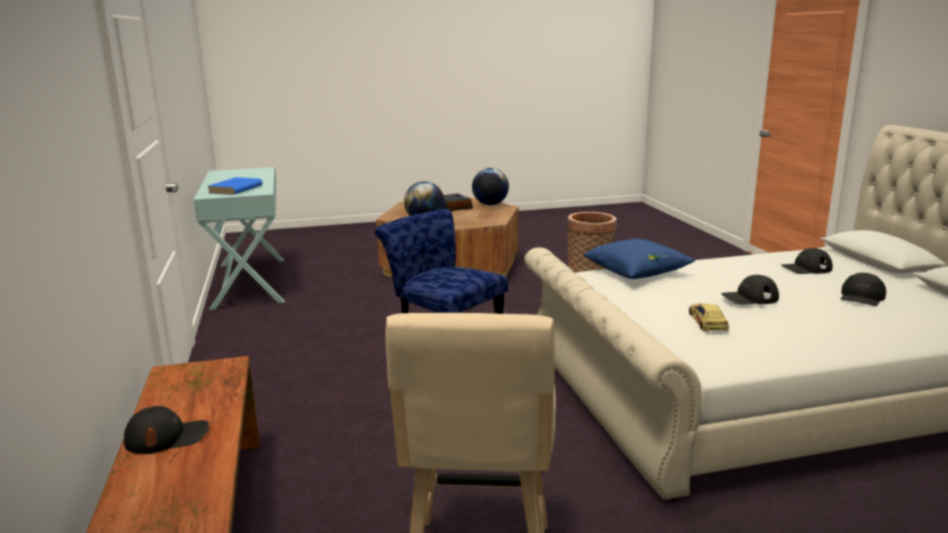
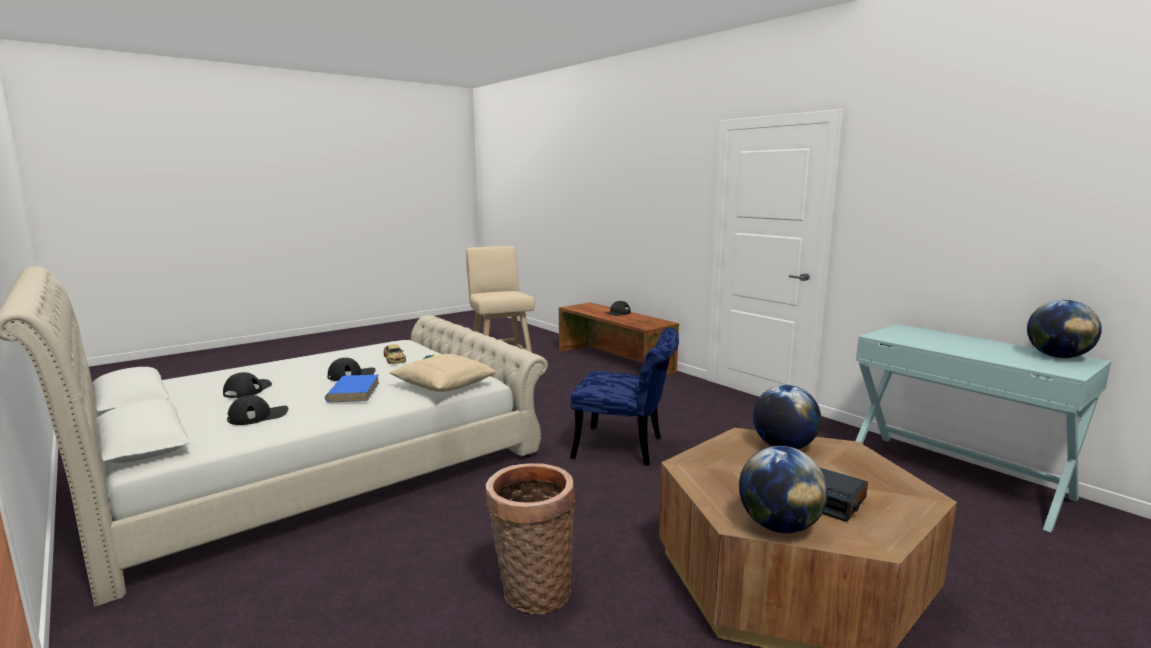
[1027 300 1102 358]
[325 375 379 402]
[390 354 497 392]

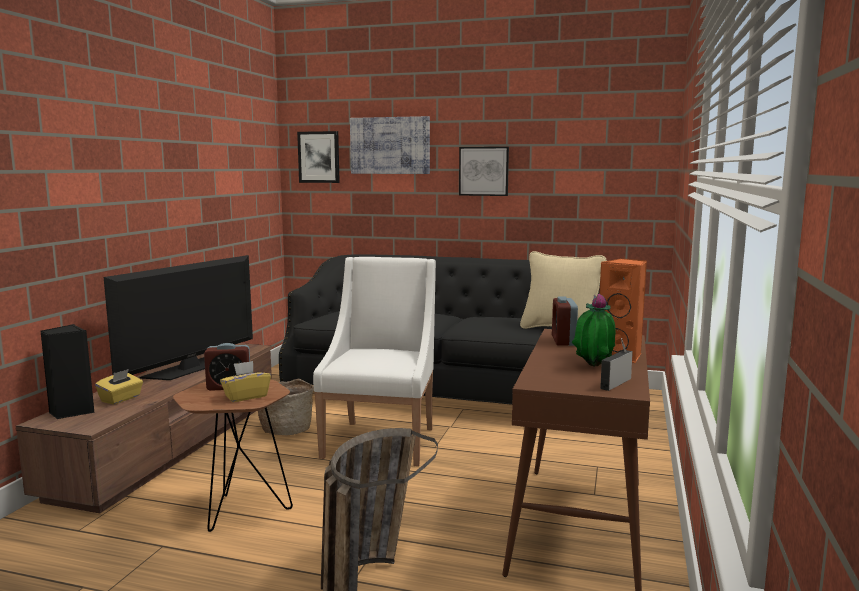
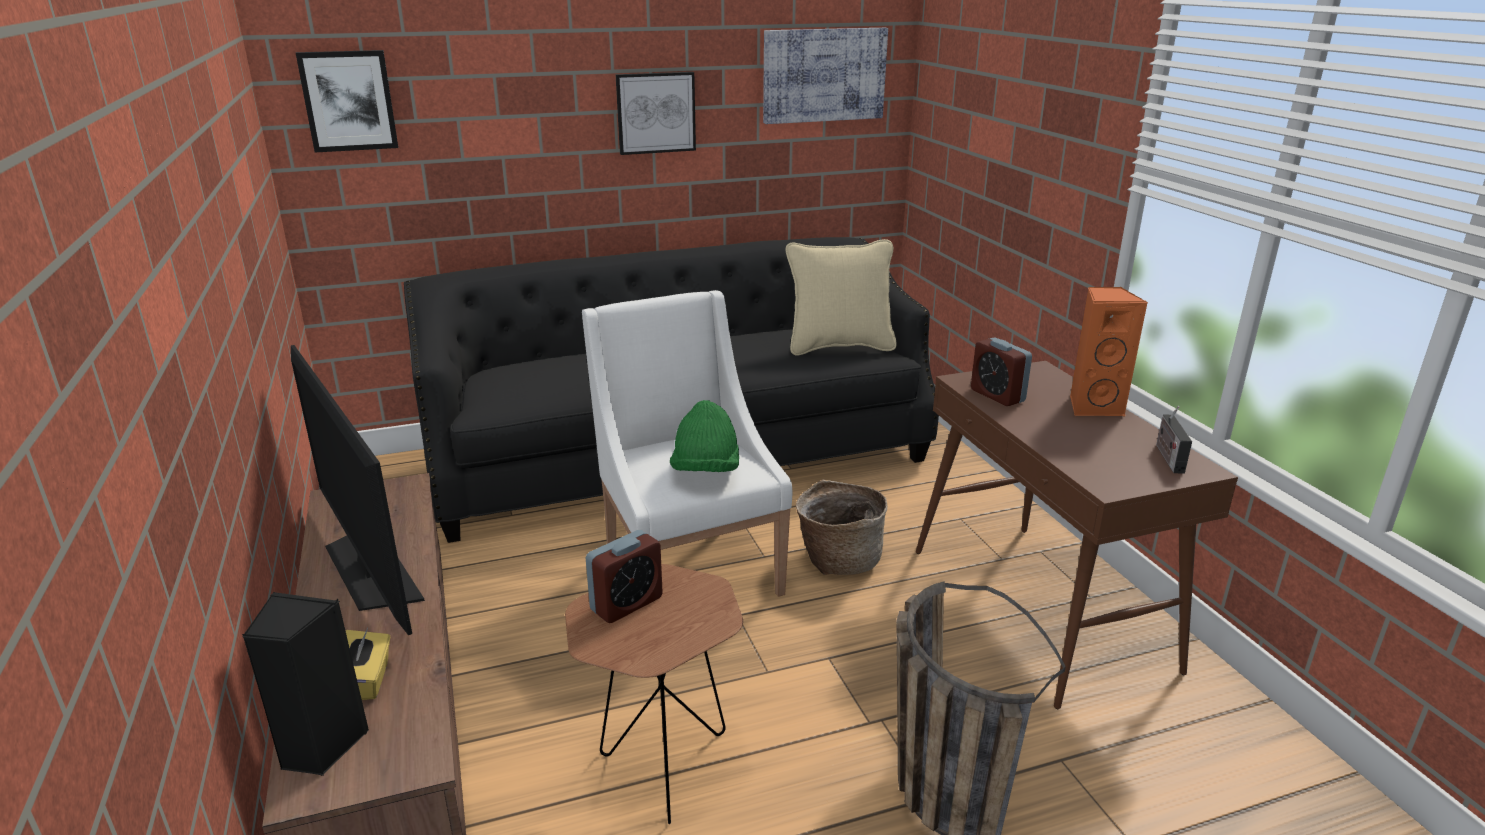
[220 361 271 402] (first image)
[572 294 616 367] (first image)
[670 400 739 472]
[796 480 888 575]
[763 28 888 124]
[291 345 425 635]

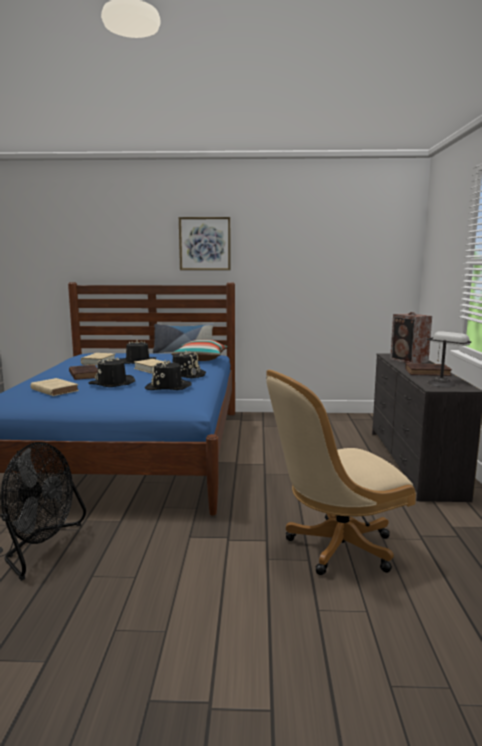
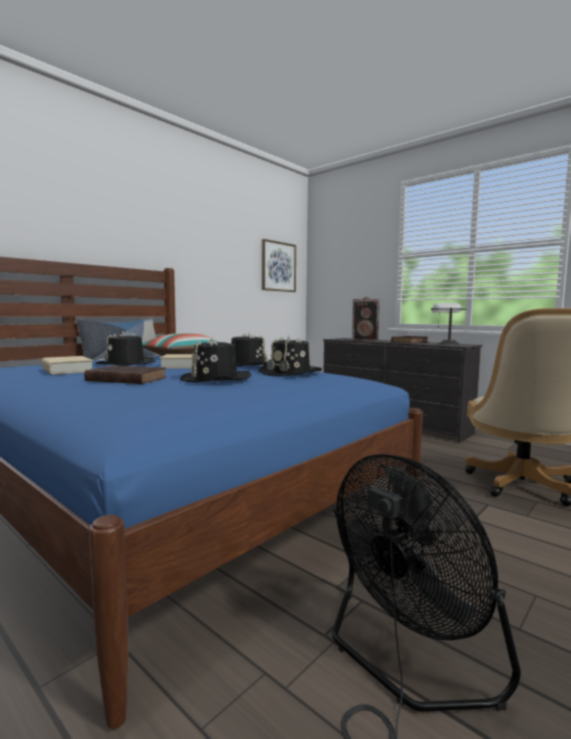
[30 378 79 396] (first image)
[262 239 296 292]

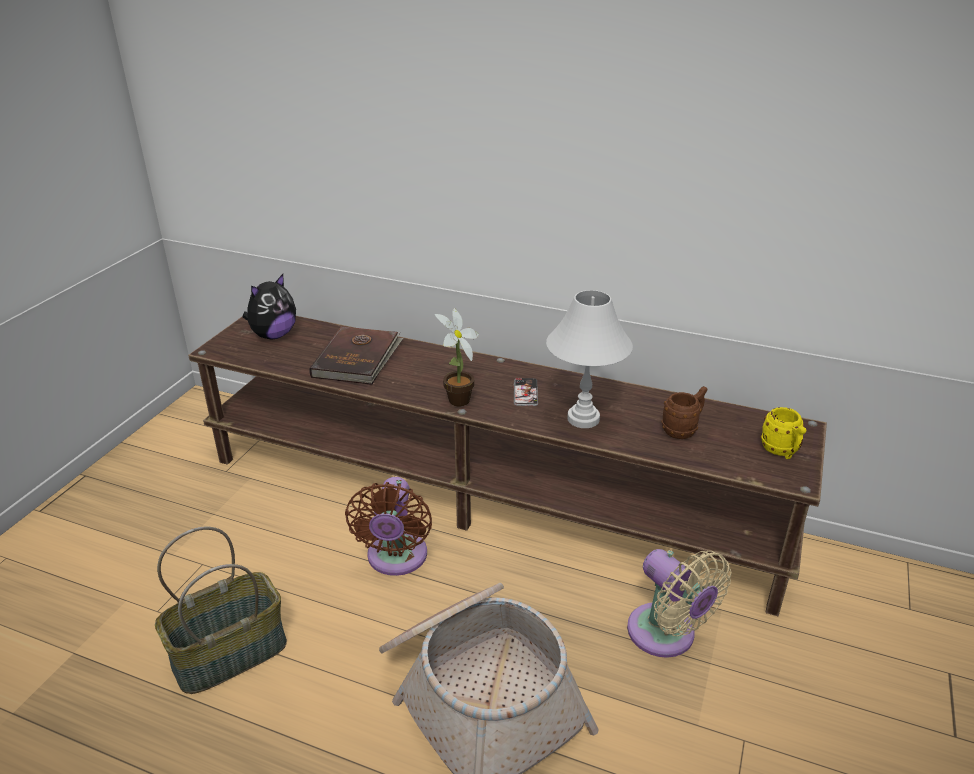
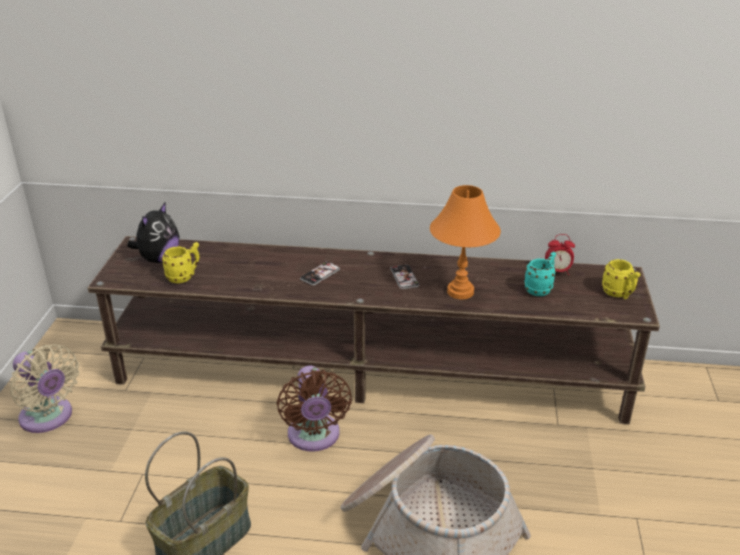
[309 326 404 385] (first image)
[435 308 479 406] (first image)
[162 242 200 284]
[300 261 340 286]
[545 234 575 275]
[10 344 79 433]
[430 185 501 299]
[524 252 556 296]

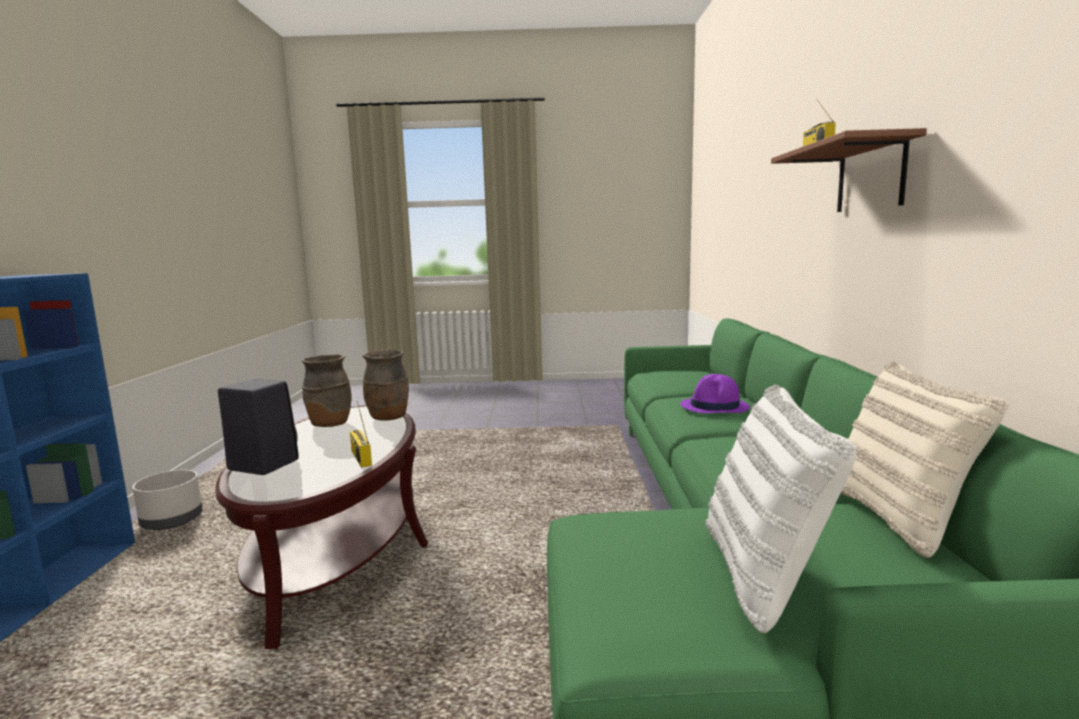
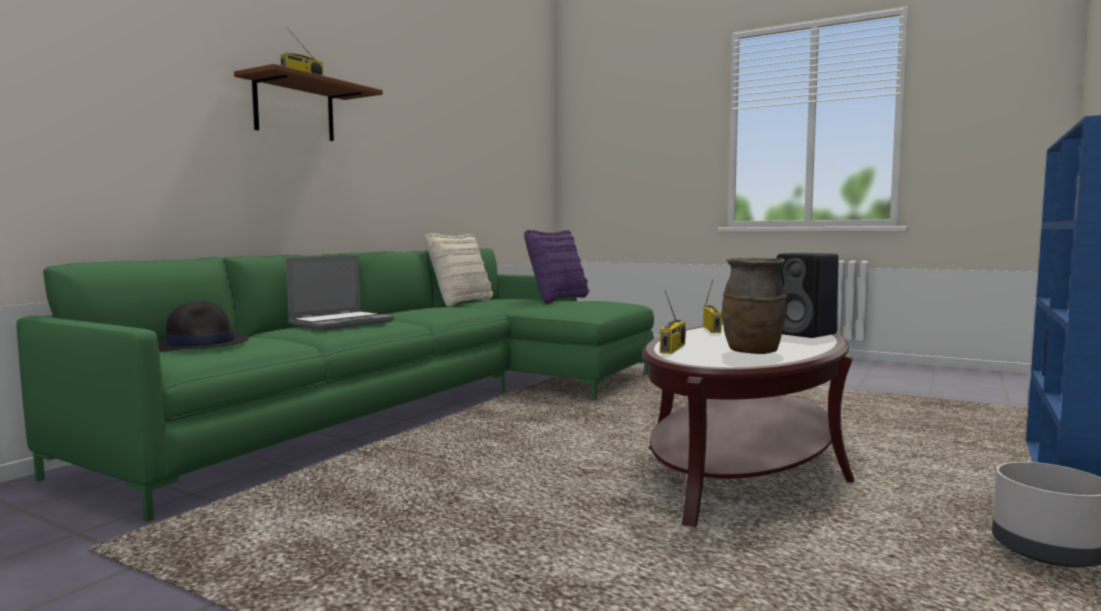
[158 301 249 352]
[660 290 686 354]
[286 255 395 330]
[524 229 589 304]

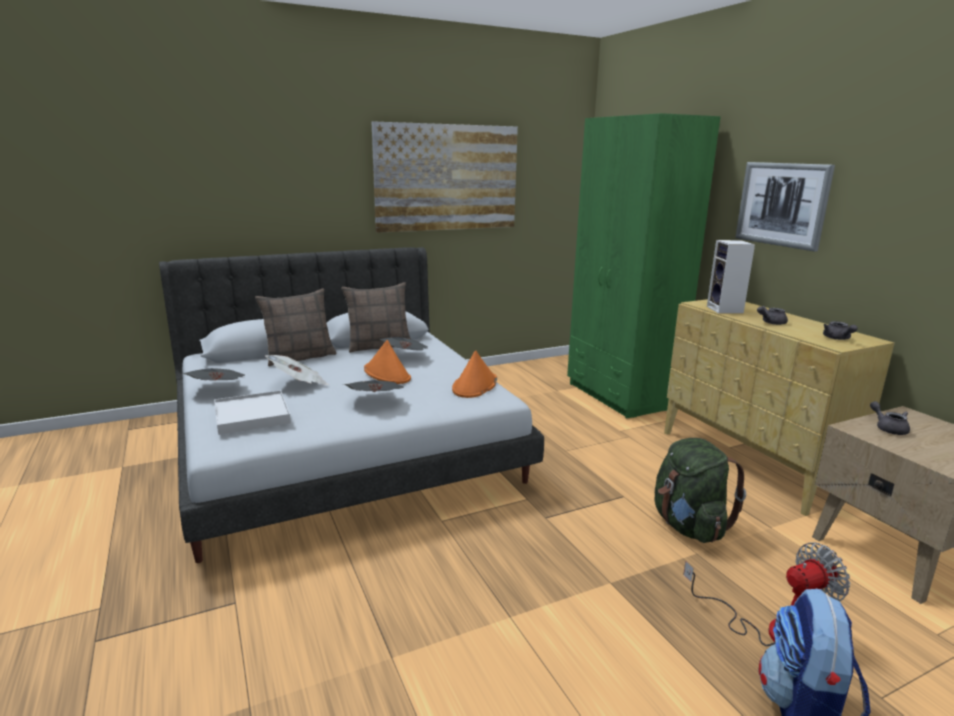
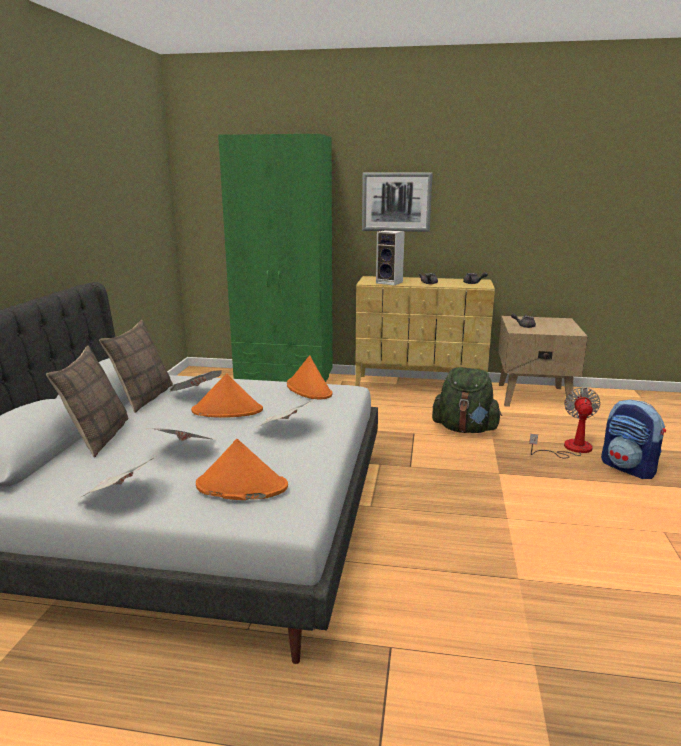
[372 121 518 233] (first image)
[196 439 288 500]

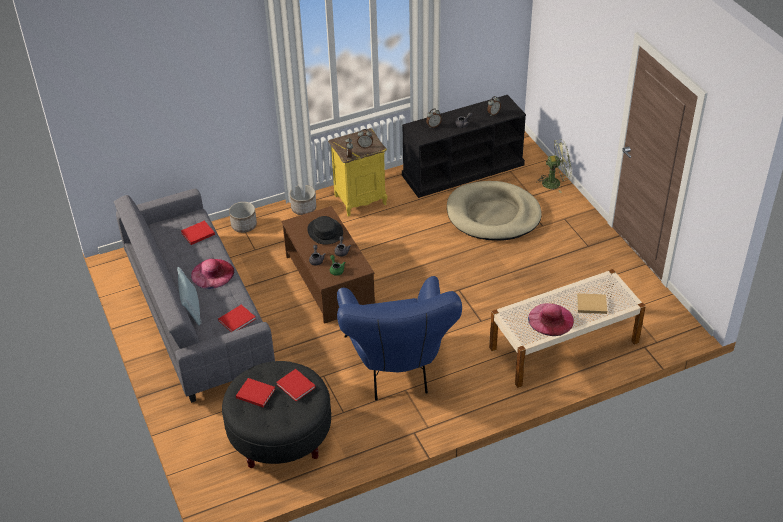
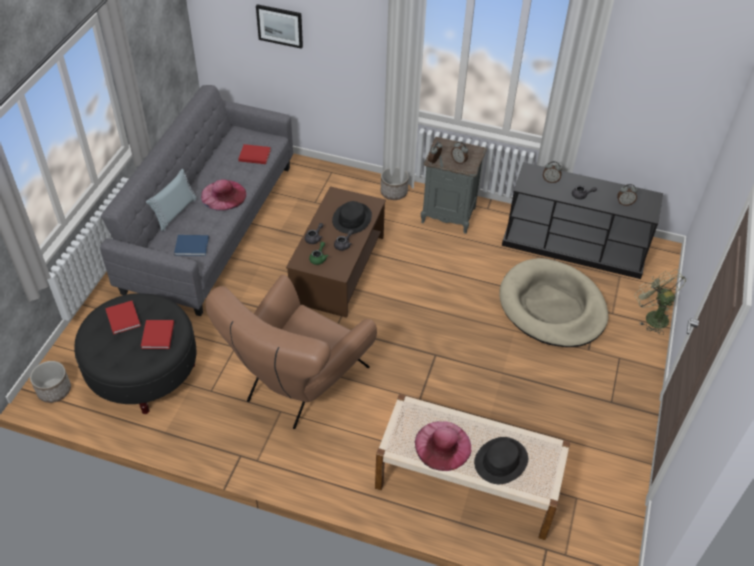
[256 4 303 49]
[30 361 71 403]
[474 437 528 484]
[174 235 209 256]
[421 137 487 234]
[206 275 377 429]
[635 269 686 335]

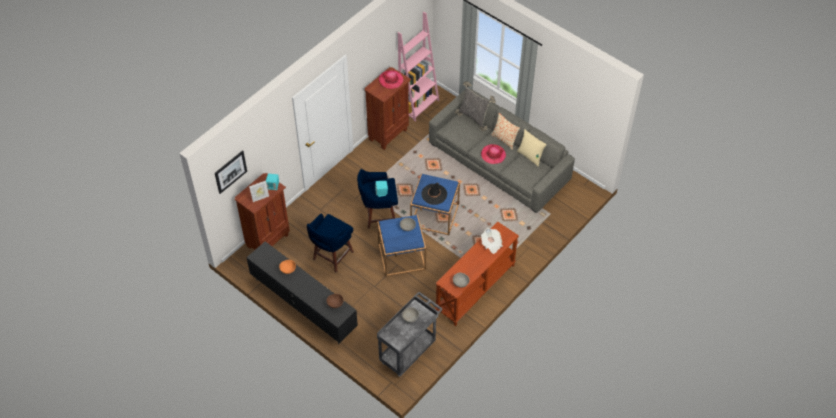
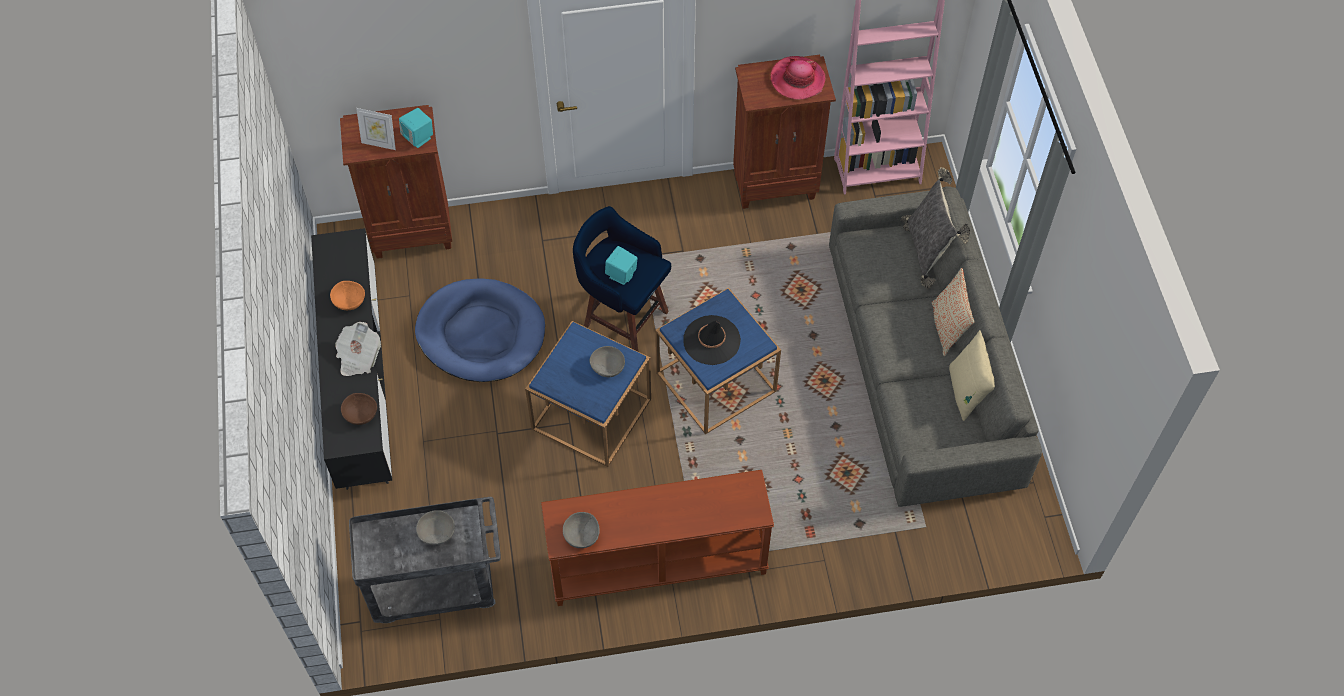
[215 150 247 194] (first image)
[481 144 506 164] (first image)
[335 322 381 376]
[415 278 545 382]

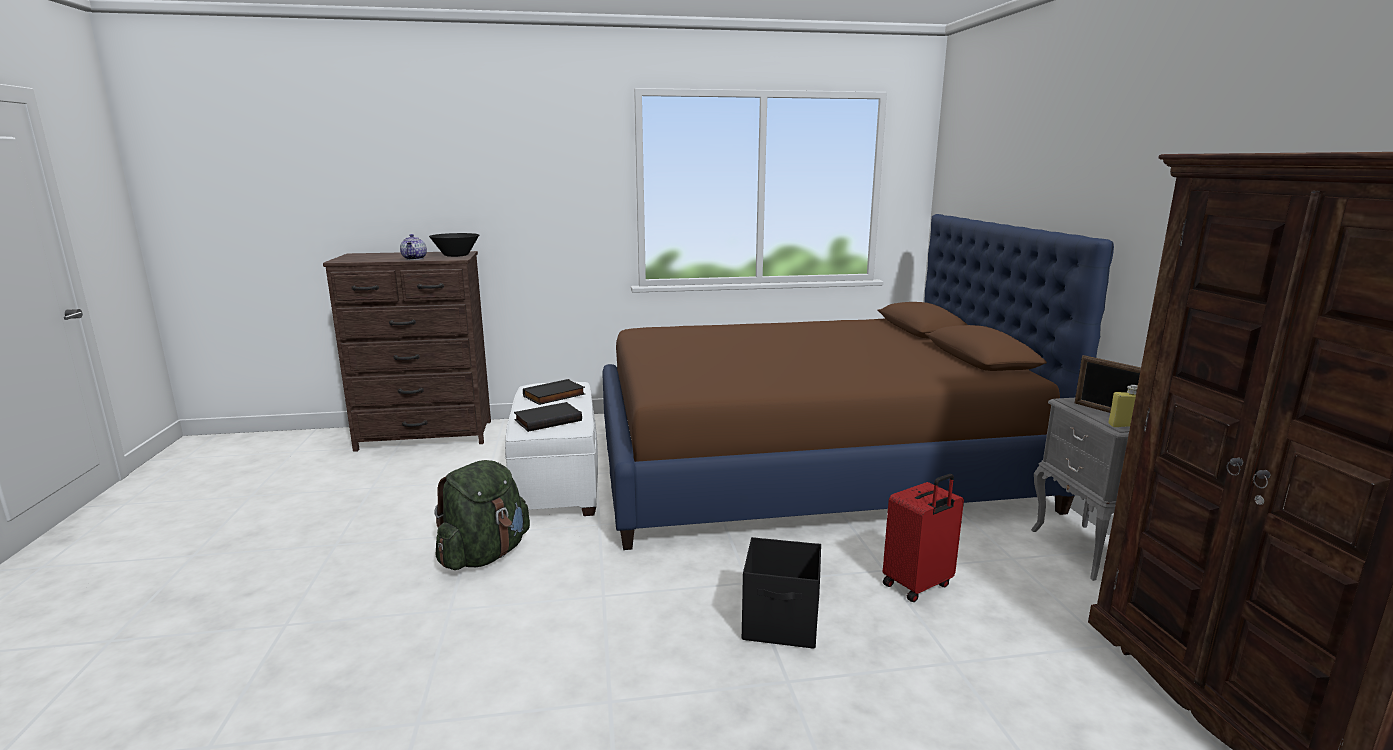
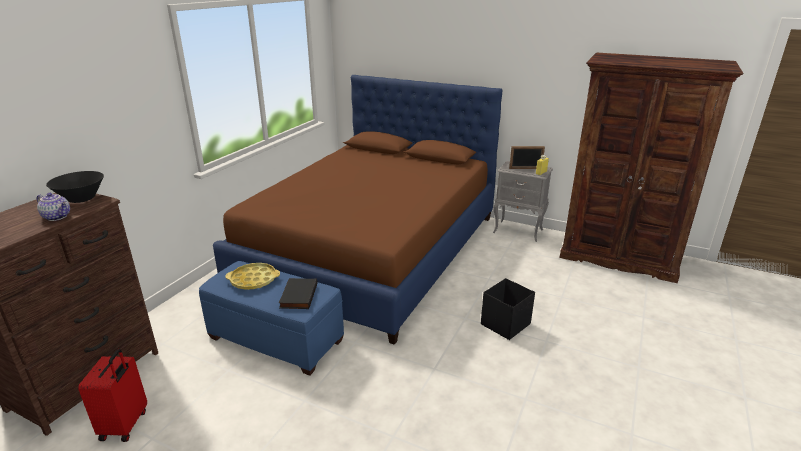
[435 460 530 570] (first image)
[78 349 147 442]
[225 263 280 290]
[199 261 344 376]

